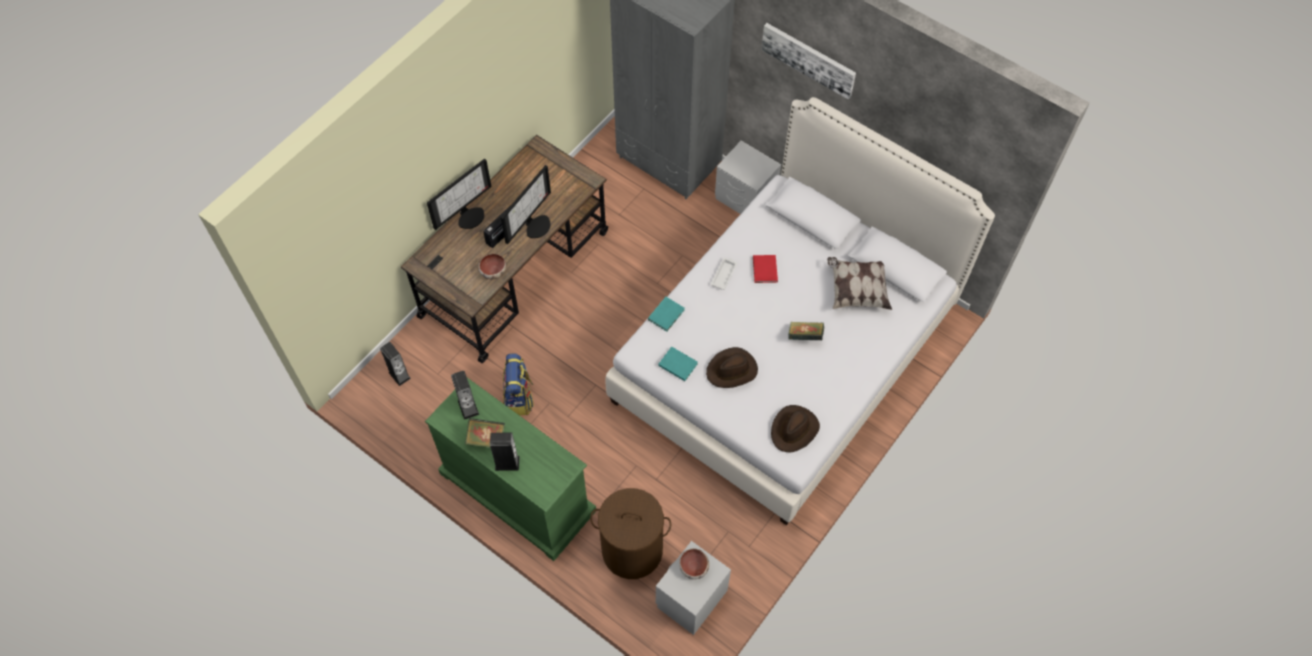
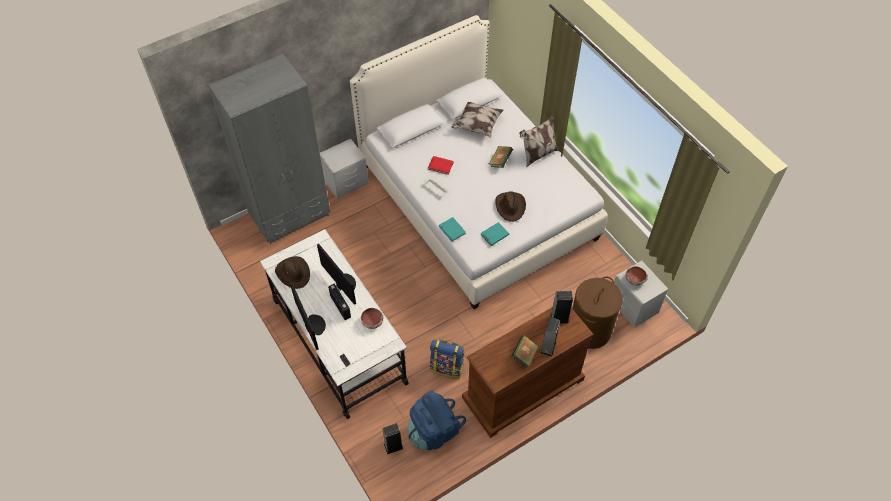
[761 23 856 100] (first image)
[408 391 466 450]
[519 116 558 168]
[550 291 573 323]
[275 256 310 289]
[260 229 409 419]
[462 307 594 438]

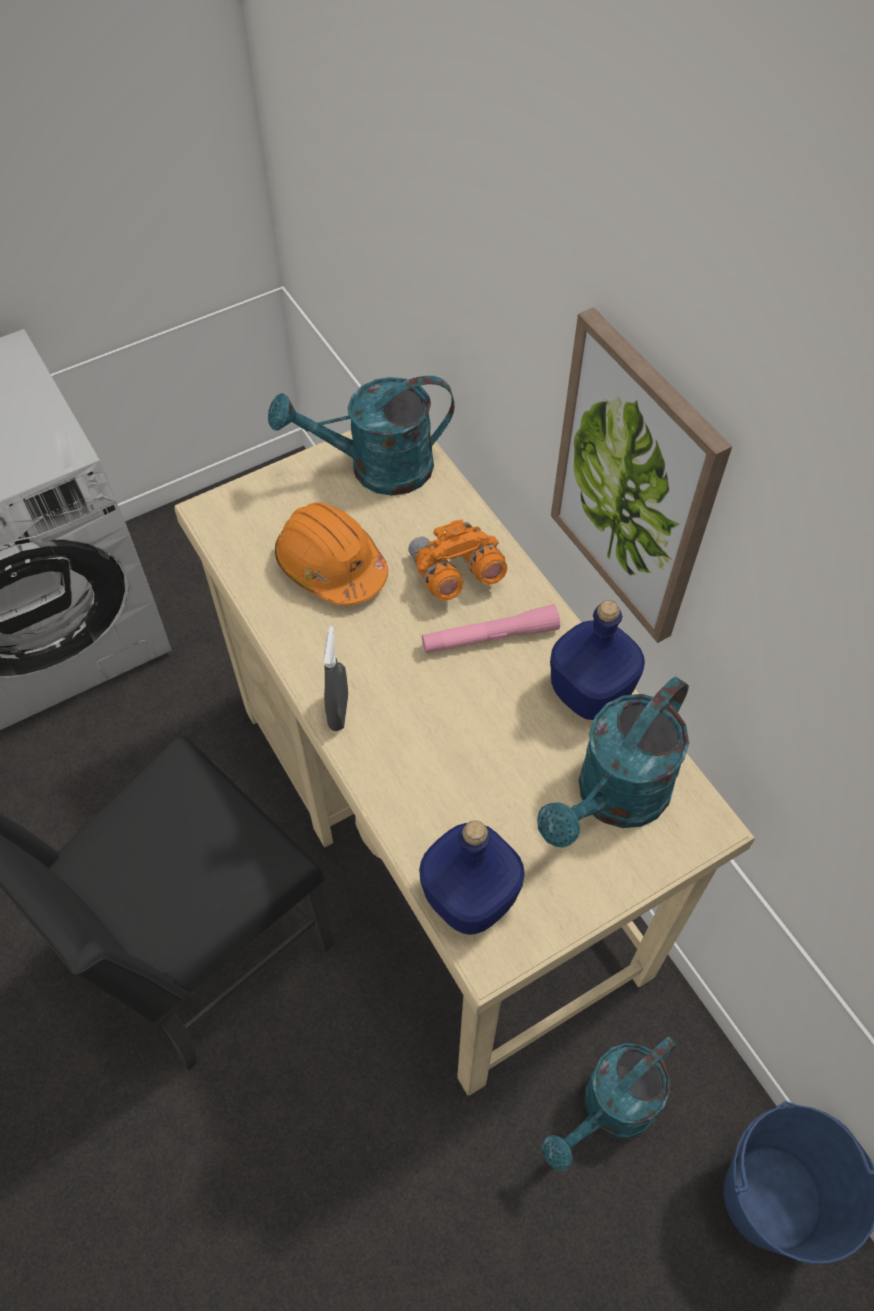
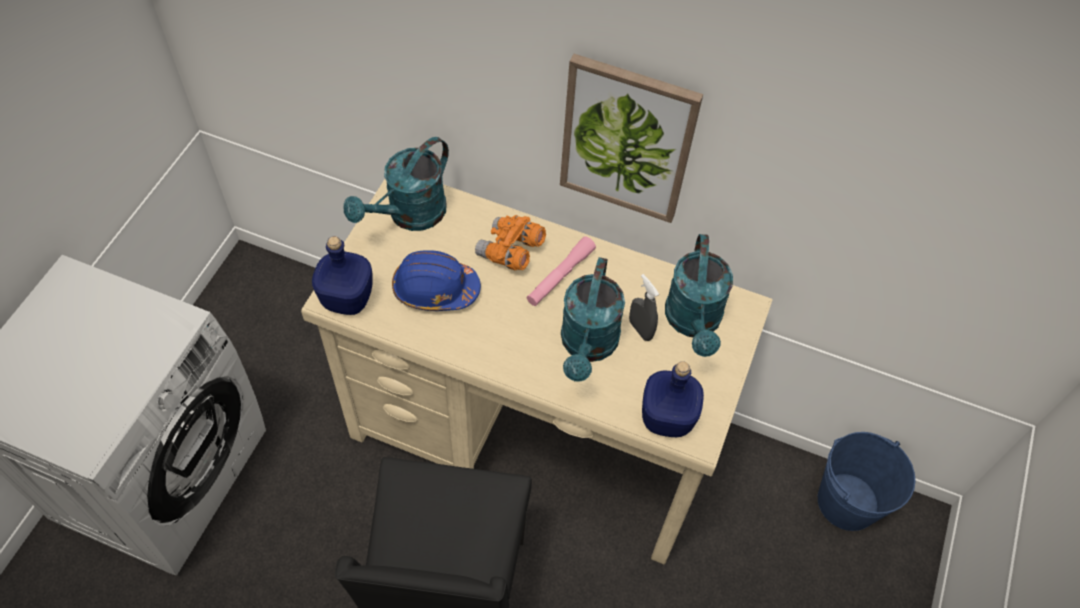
[629 274 659 341]
[561 257 625 381]
[312 236 373 315]
[392 250 481 311]

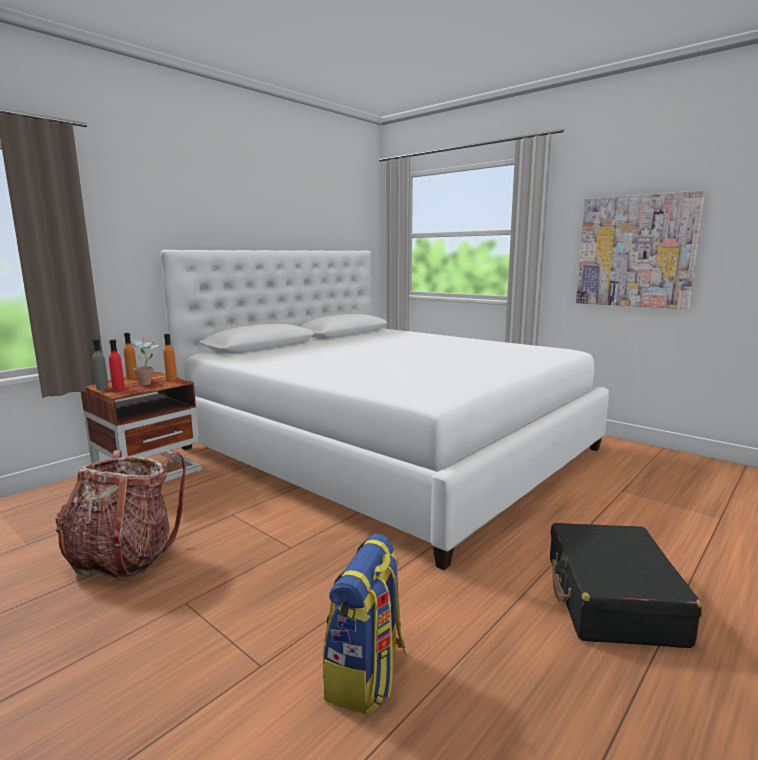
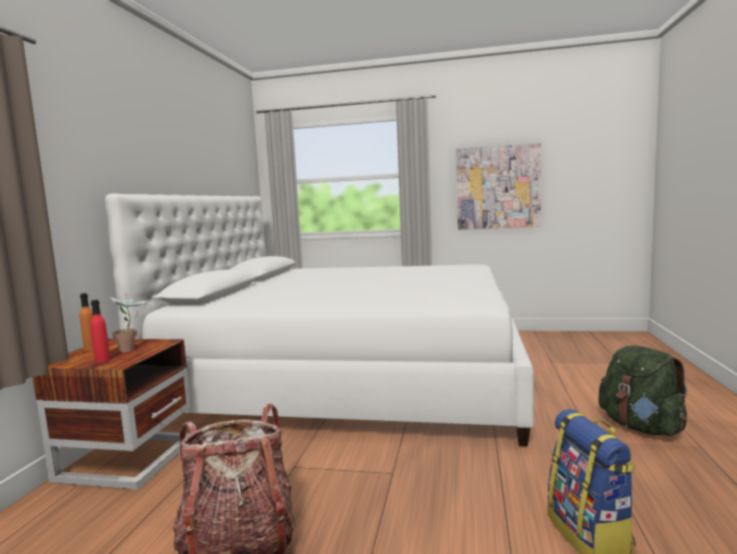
[93 339 109 389] (first image)
[163 334 177 381] (first image)
[598 346 688 436]

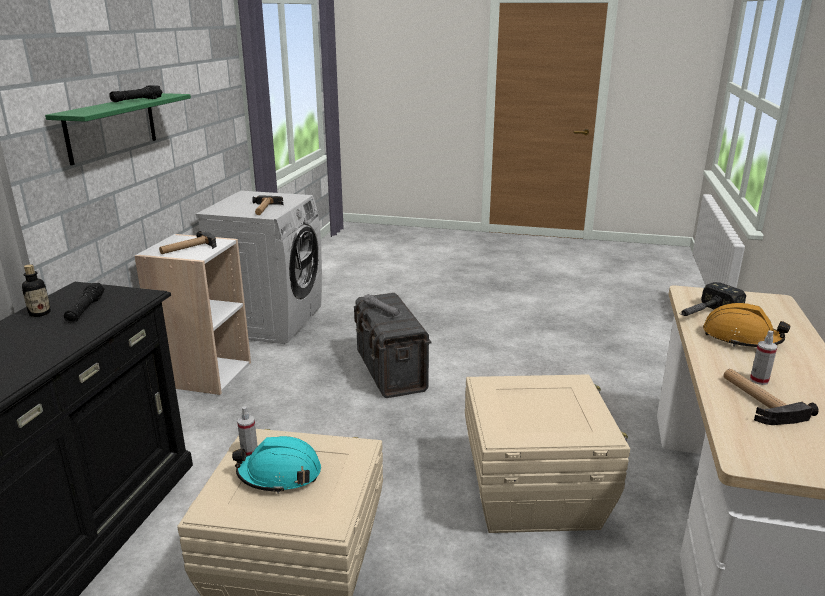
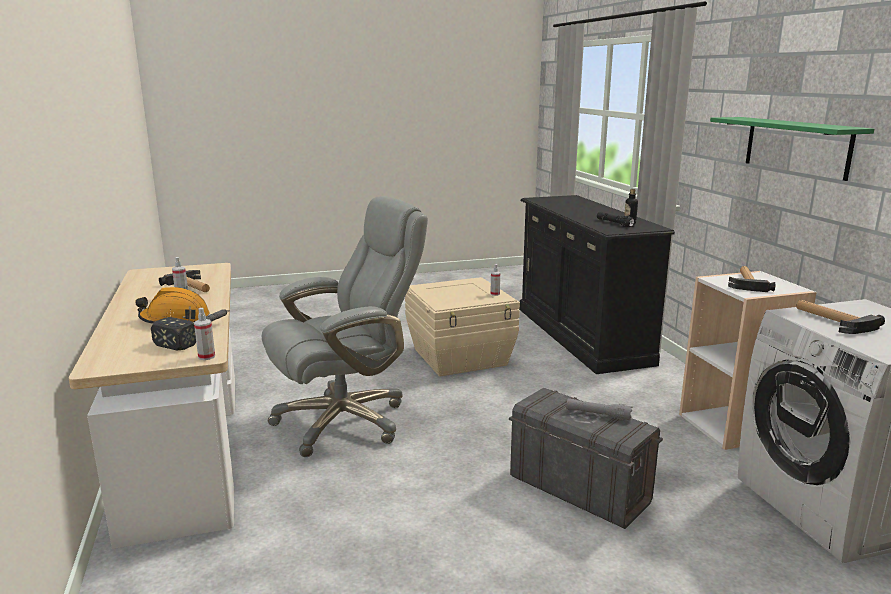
[109 85 163 102] (first image)
[232 436 321 494] (first image)
[194 308 215 360]
[262 196 428 457]

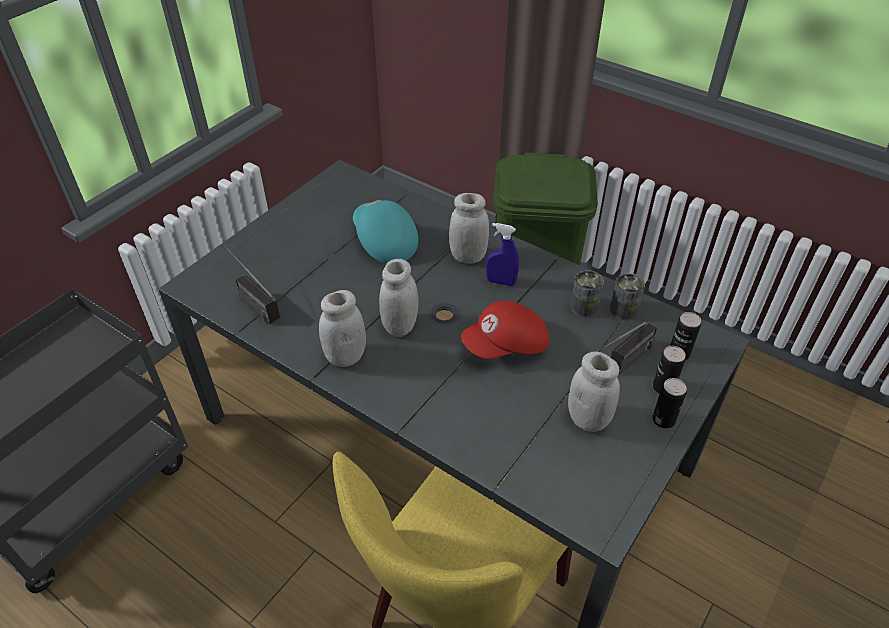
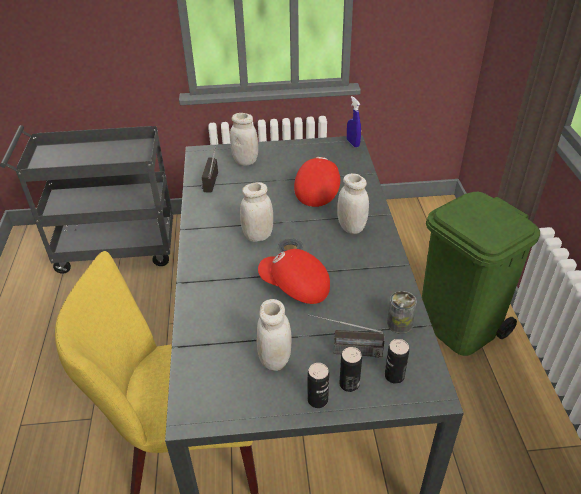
[570 270 604 317] (first image)
[230 113 258 166]
[347 96 361 147]
[294 157 340 207]

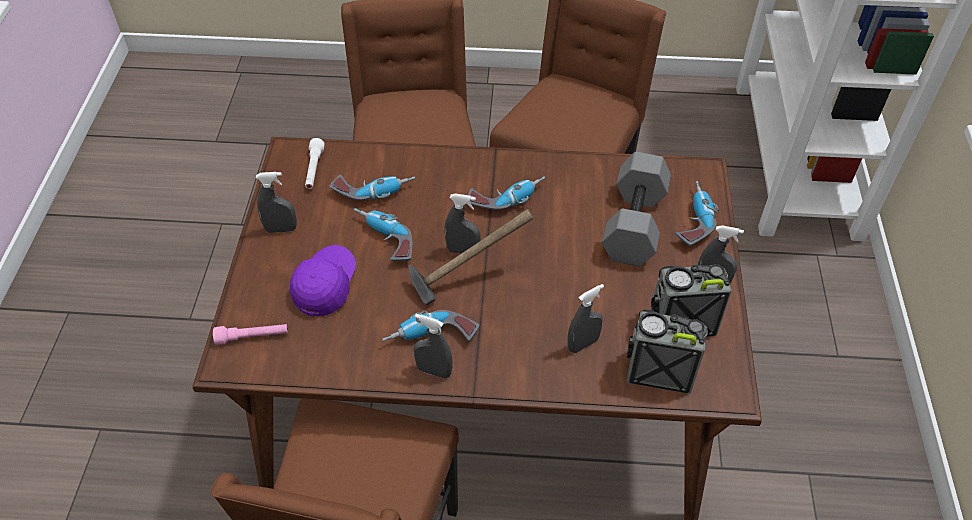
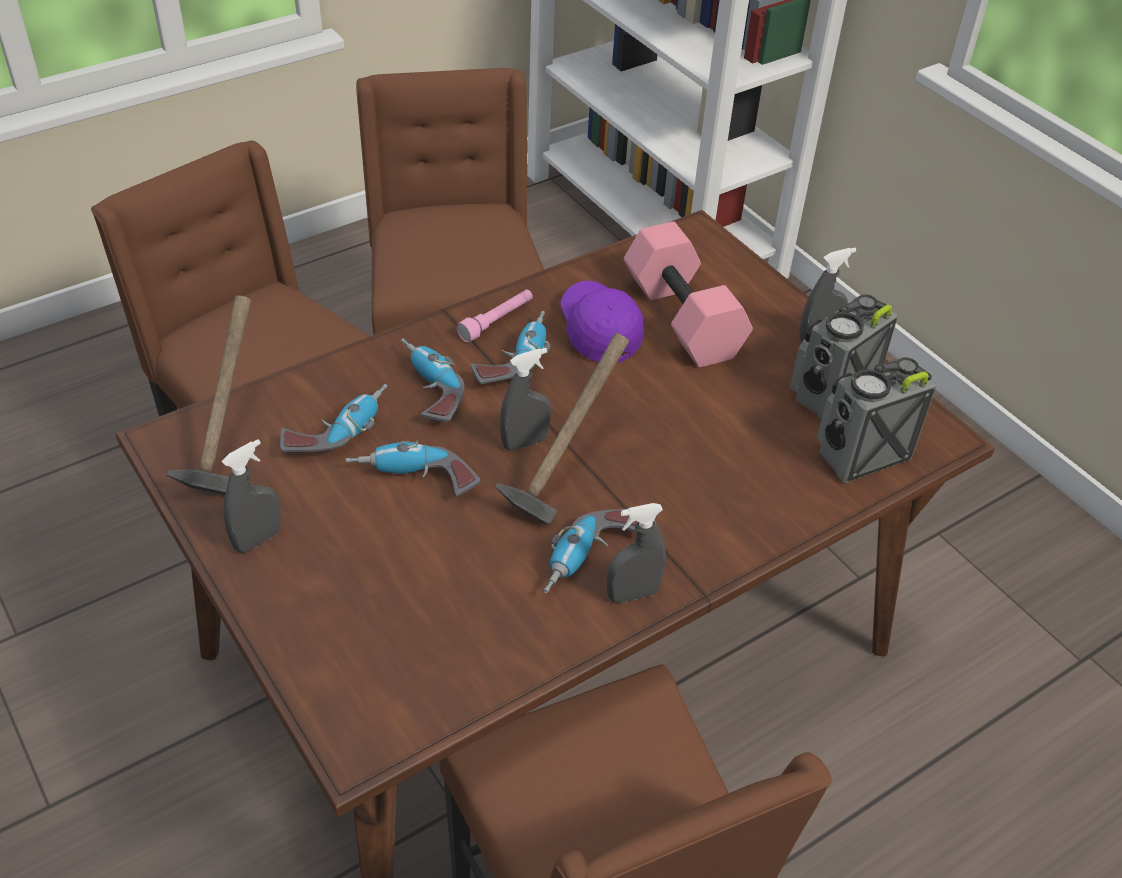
[567 284 604 353] (first image)
[457 289 533 342]
[560 281 644 363]
[401 338 464 422]
[167 296 251 495]
[624 222 753 367]

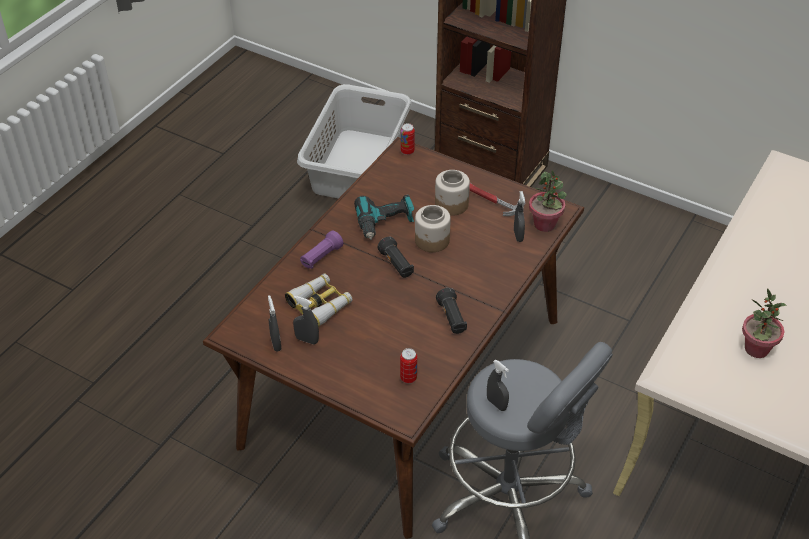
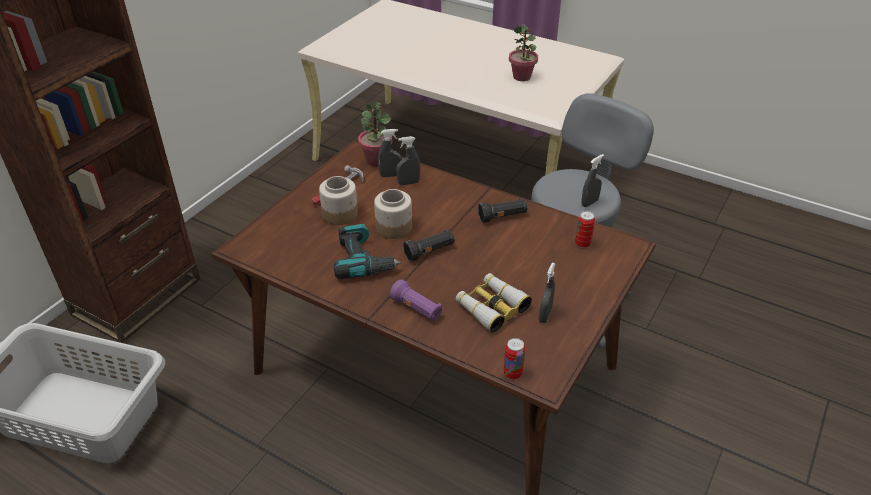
[396 136 420 186]
[503 338 525 380]

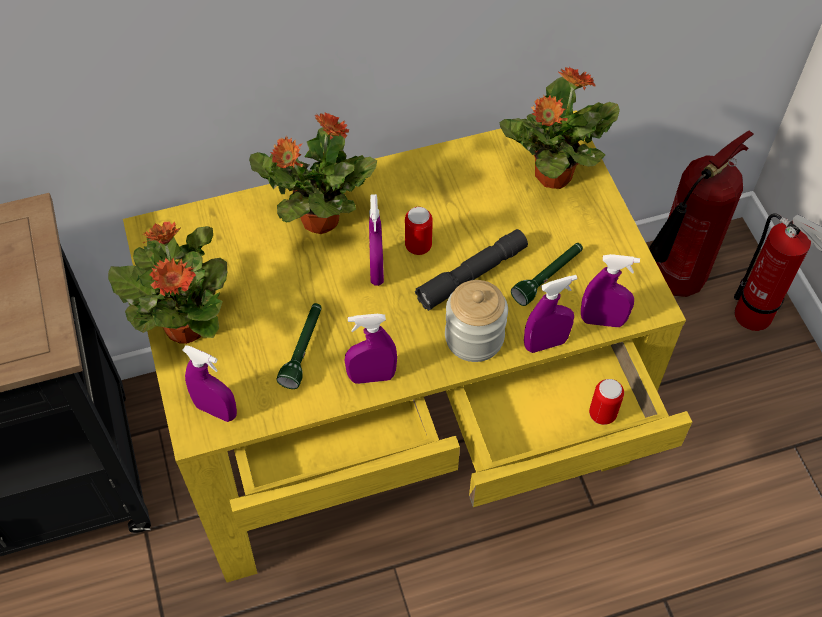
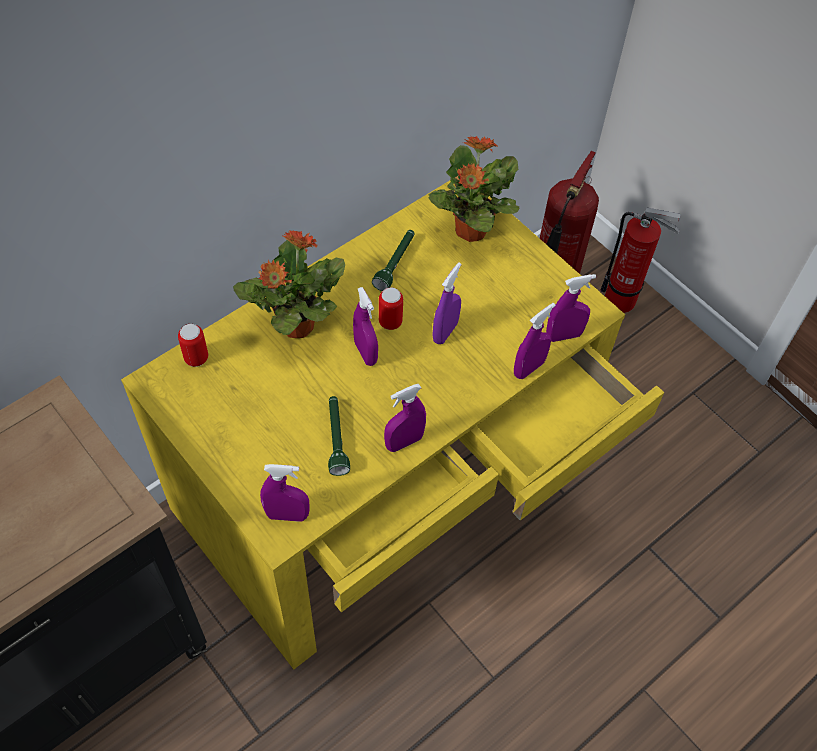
[108 221 227 344] (first image)
[445 280 508 362] (first image)
[372 230 415 291]
[178 324 208 367]
[432 263 461 344]

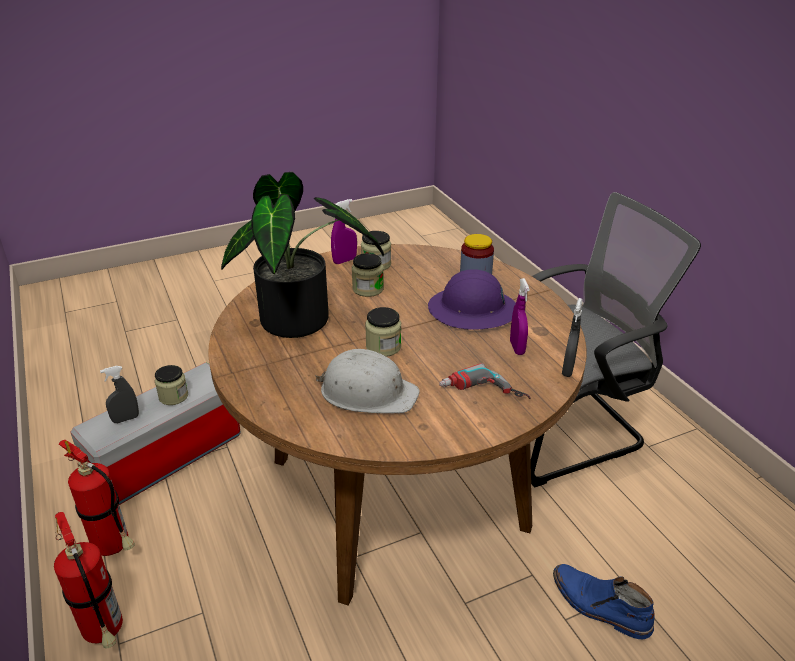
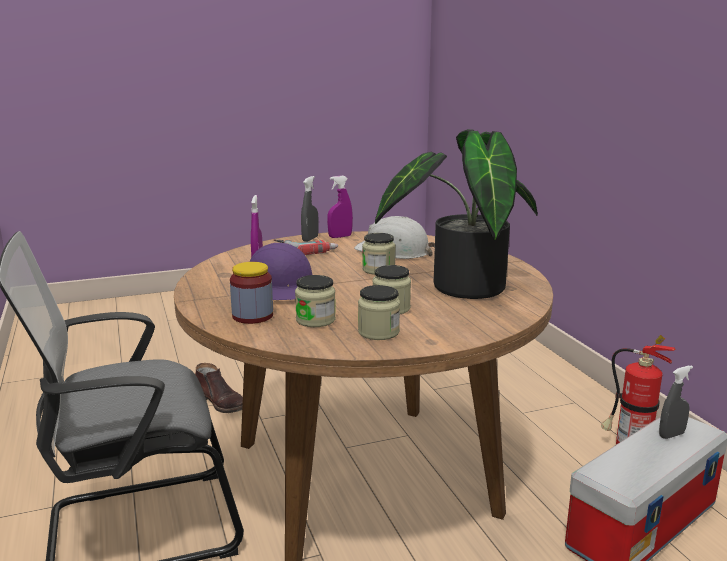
[54 512 123 648] (first image)
[295 275 336 327]
[327 176 353 238]
[301 176 319 242]
[195 363 243 413]

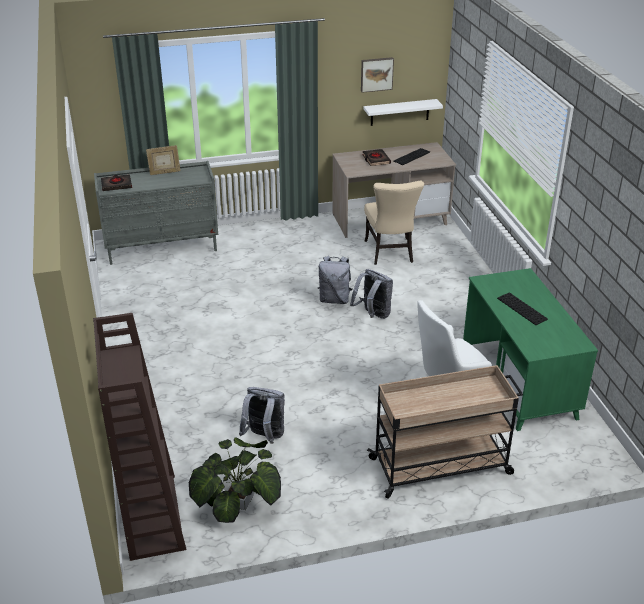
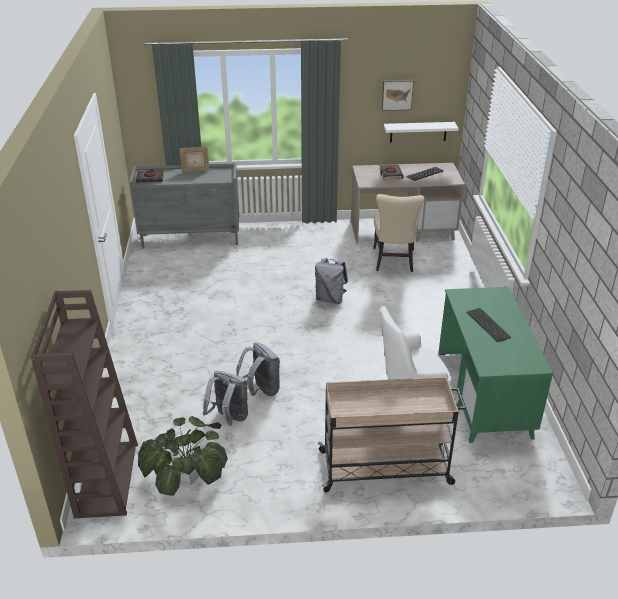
[237 342 280 396]

